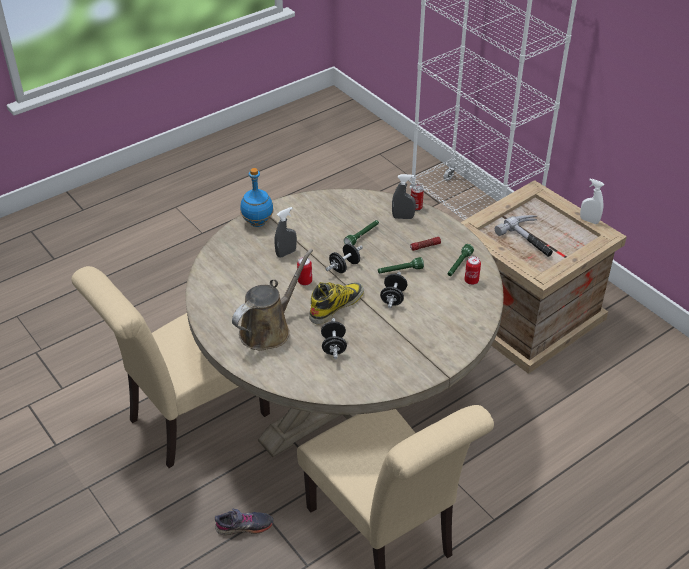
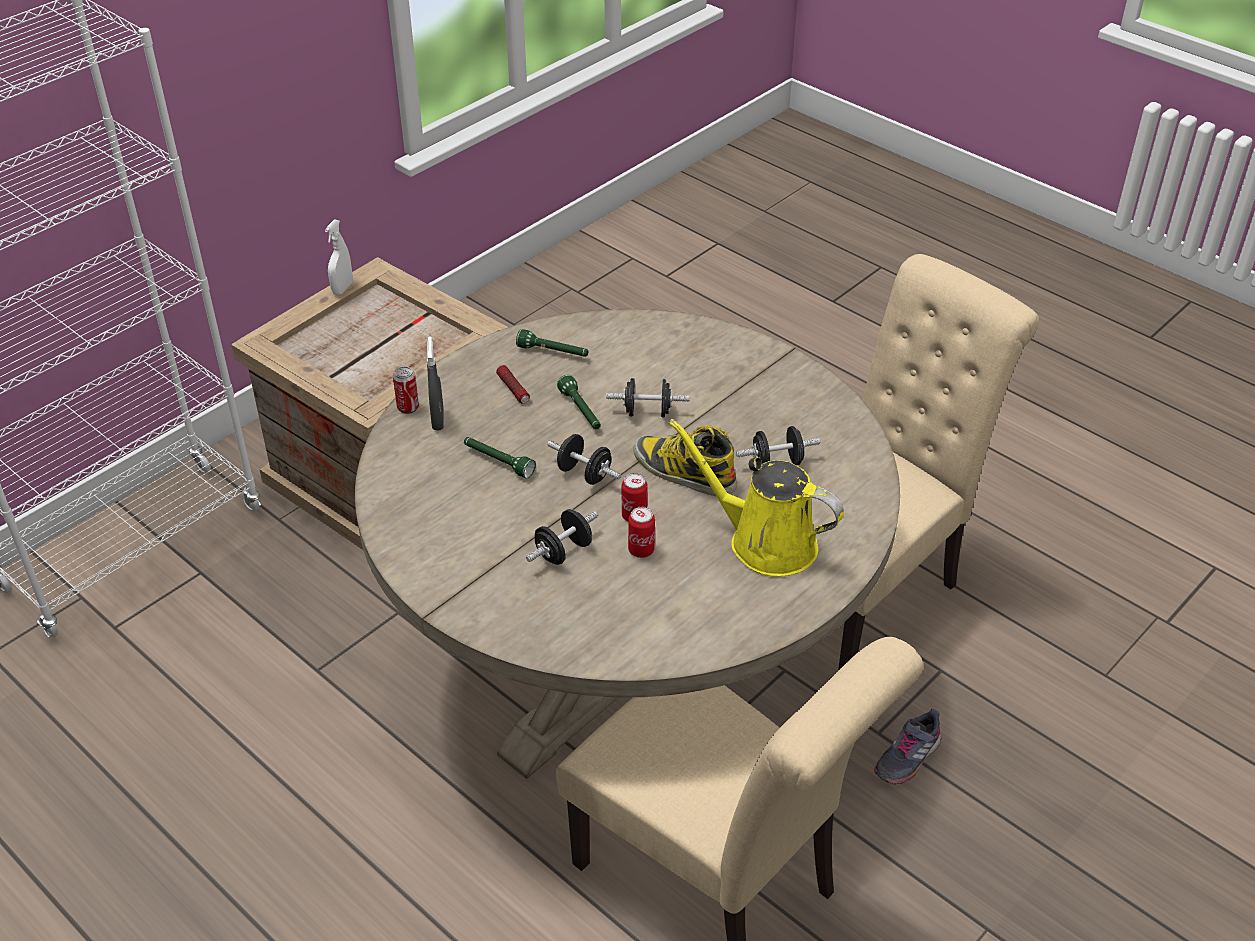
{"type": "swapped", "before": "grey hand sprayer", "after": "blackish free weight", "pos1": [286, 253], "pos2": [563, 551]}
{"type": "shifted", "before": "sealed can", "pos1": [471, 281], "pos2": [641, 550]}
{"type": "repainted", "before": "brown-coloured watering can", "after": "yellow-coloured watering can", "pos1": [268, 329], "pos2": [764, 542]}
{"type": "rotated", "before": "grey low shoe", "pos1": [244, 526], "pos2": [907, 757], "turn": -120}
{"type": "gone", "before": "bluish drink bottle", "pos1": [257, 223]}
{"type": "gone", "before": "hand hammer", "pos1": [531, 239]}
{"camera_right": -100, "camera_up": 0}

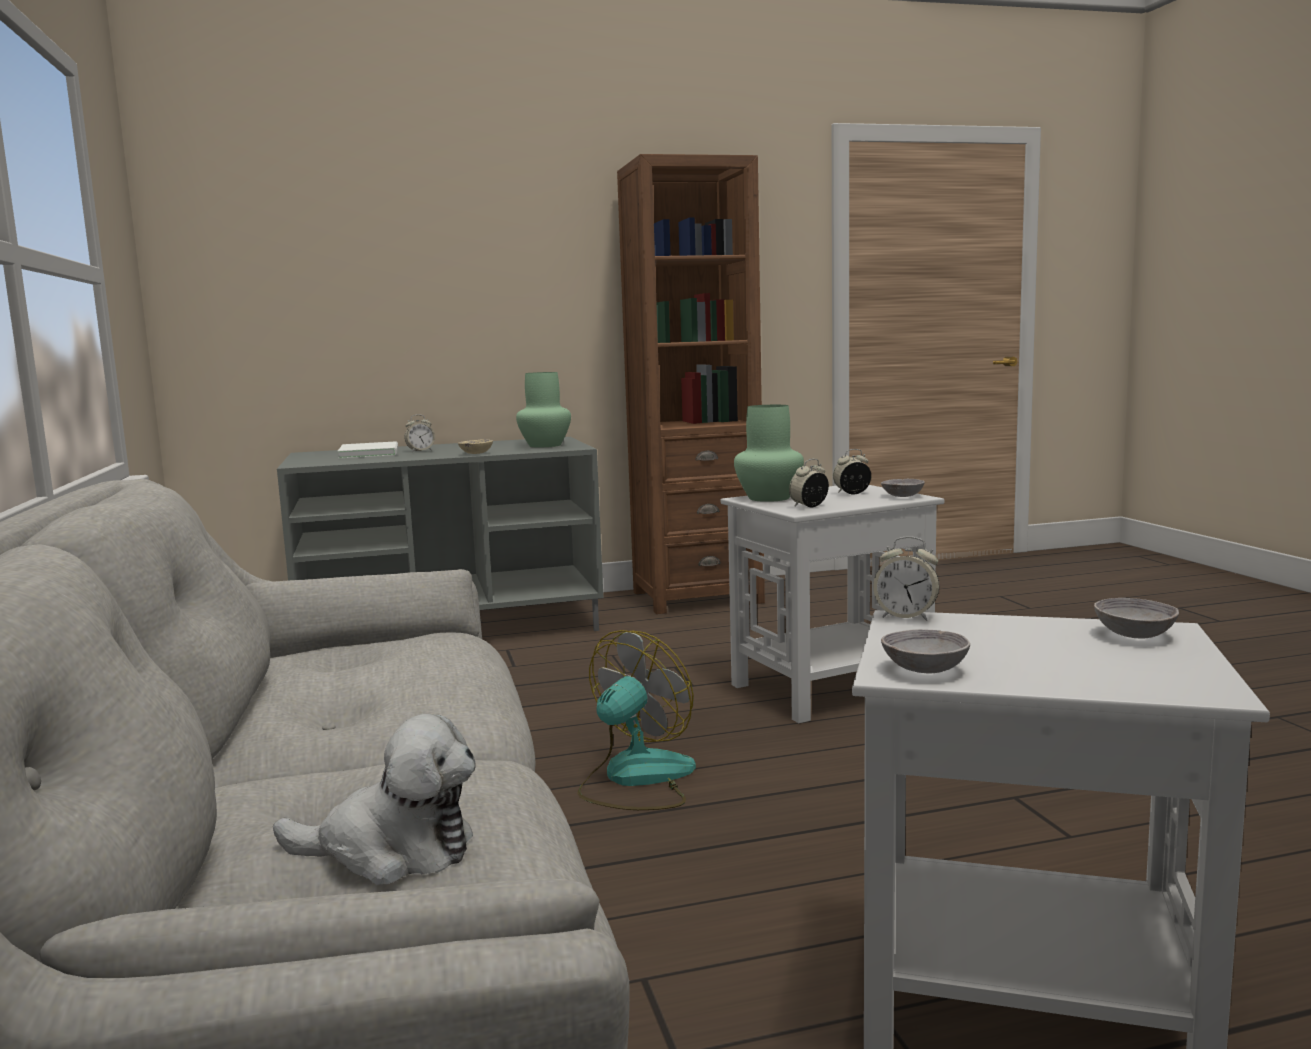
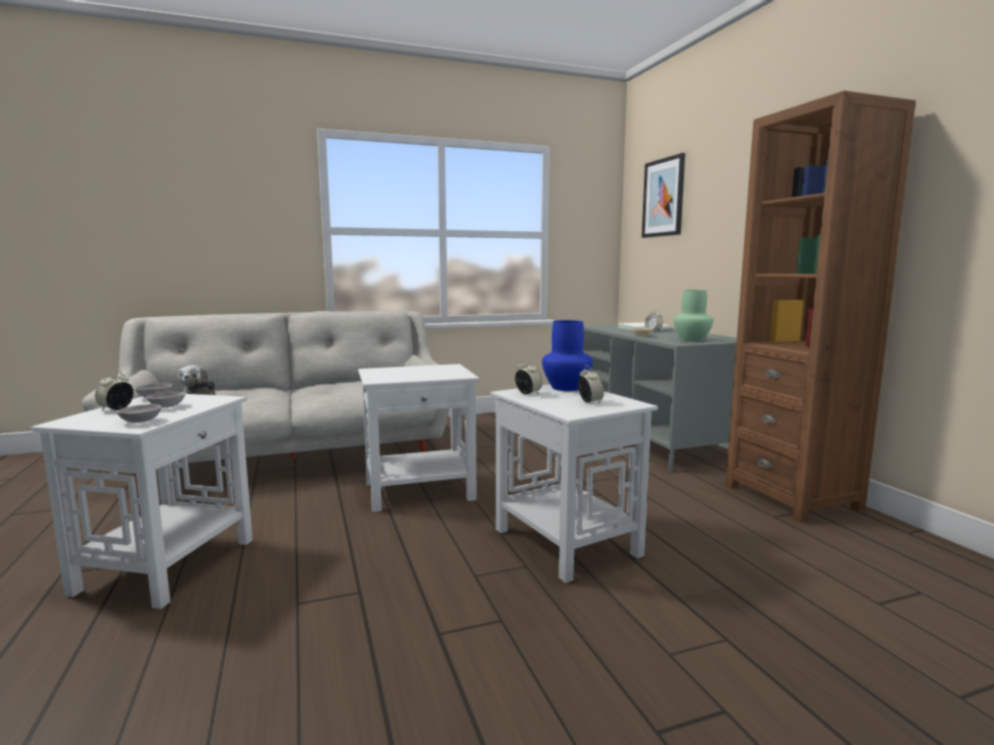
{"type": "shifted", "before": "table clock", "pos1": [906, 617], "pos2": [116, 409]}
{"type": "shifted", "before": "grey serving bowl", "pos1": [902, 496], "pos2": [167, 406]}
{"type": "swapped", "before": "cooling fan", "after": "whitish accent table", "pos1": [635, 779], "pos2": [420, 491]}
{"type": "repainted", "before": "green-coloured flower vase", "after": "bluish flower vase", "pos1": [768, 498], "pos2": [567, 388]}
{"type": "new", "after": "wall art", "pos2": [663, 197]}
{"camera_right": 85, "camera_up": 0}

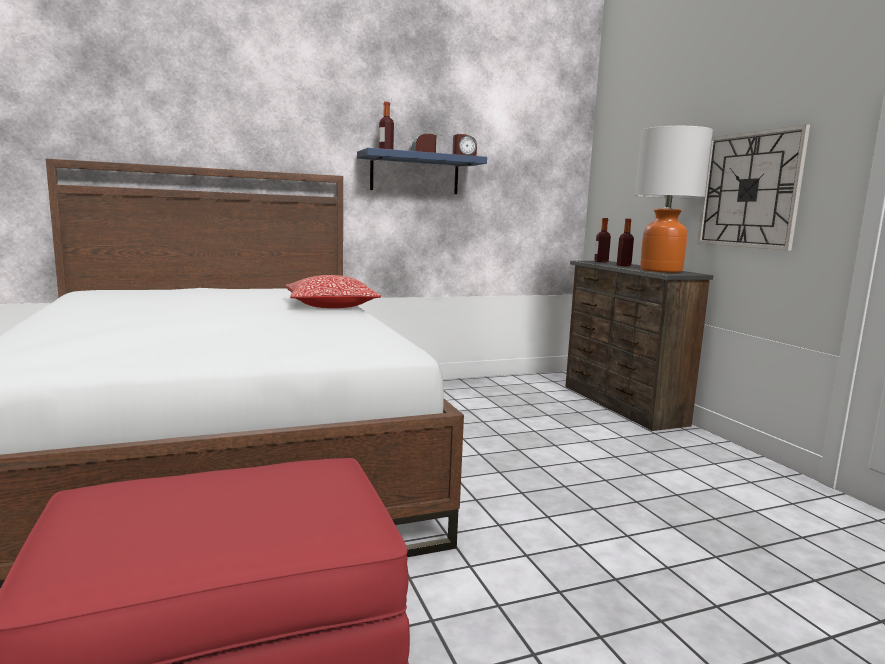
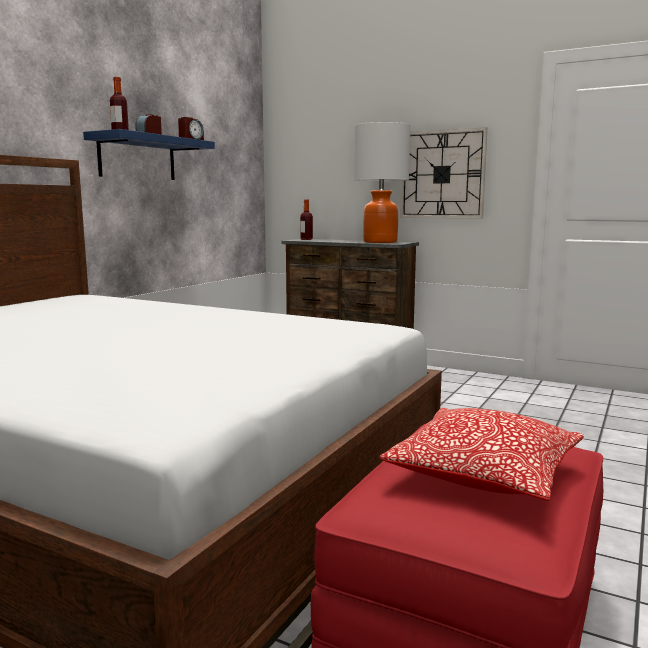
{"type": "shifted", "before": "throw pillow", "pos1": [331, 306], "pos2": [484, 474]}
{"type": "gone", "before": "drink bottle", "pos1": [623, 265]}
{"camera_right": -40, "camera_up": 0}

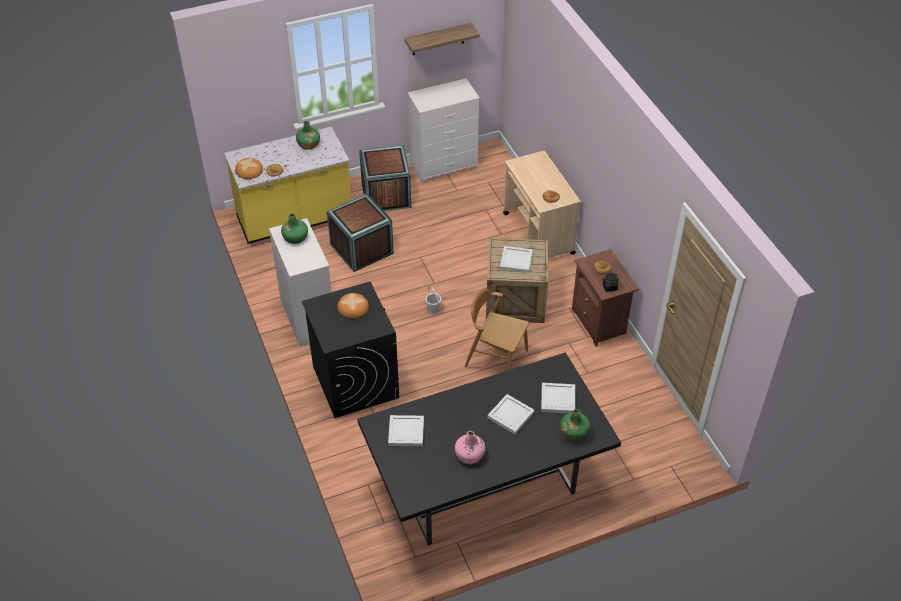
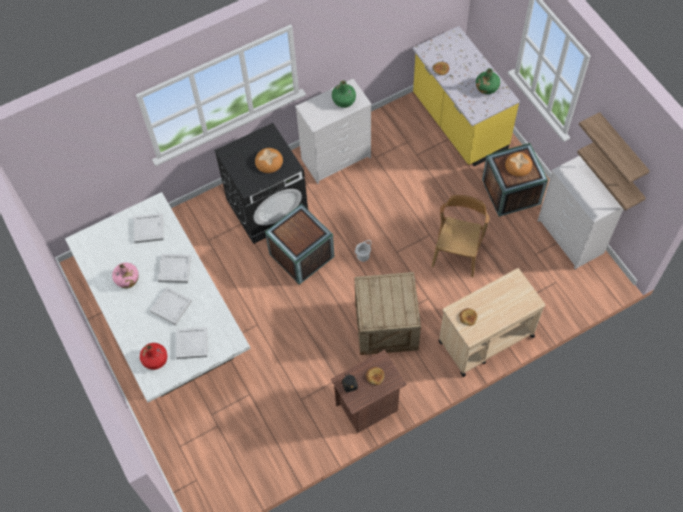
{"type": "repainted", "before": "blackish dinner table", "after": "whitish dinner table", "pos1": [486, 482], "pos2": [169, 324]}
{"type": "repainted", "before": "green-coloured drink bottle", "after": "red-coloured drink bottle", "pos1": [573, 432], "pos2": [155, 359]}
{"type": "shifted", "before": "whitish carrying tray", "pos1": [516, 261], "pos2": [174, 269]}
{"type": "shifted", "before": "crate", "pos1": [361, 249], "pos2": [301, 255]}
{"type": "shifted", "before": "brown-coloured chair", "pos1": [496, 358], "pos2": [457, 252]}
{"type": "shifted", "before": "bakery bread", "pos1": [249, 170], "pos2": [518, 165]}
{"type": "new", "after": "wall shelf", "pos2": [618, 175]}
{"camera_right": 85, "camera_up": 15}

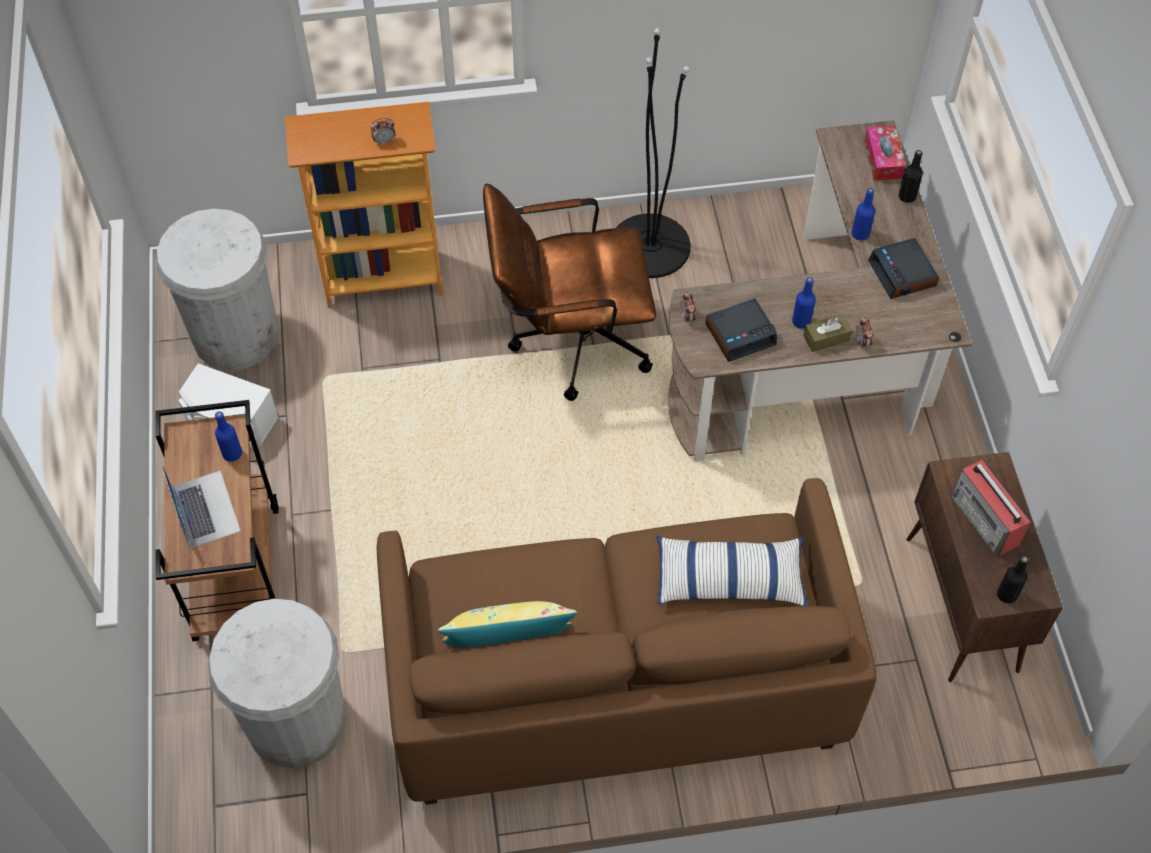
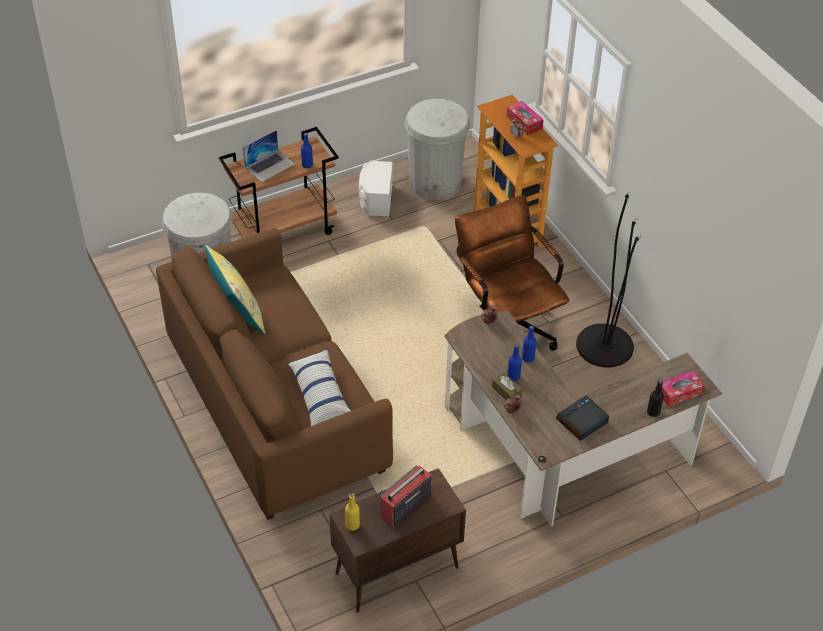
{"type": "repainted", "before": "blackish drink bottle", "after": "yellow-coloured drink bottle", "pos1": [1006, 595], "pos2": [352, 525]}
{"type": "new", "after": "tissue holder", "pos2": [524, 122]}
{"type": "shifted", "before": "bluish drink bottle", "pos1": [860, 234], "pos2": [528, 358]}
{"type": "gone", "before": "table clock", "pos1": [740, 334]}
{"camera_right": 70, "camera_up": -10}

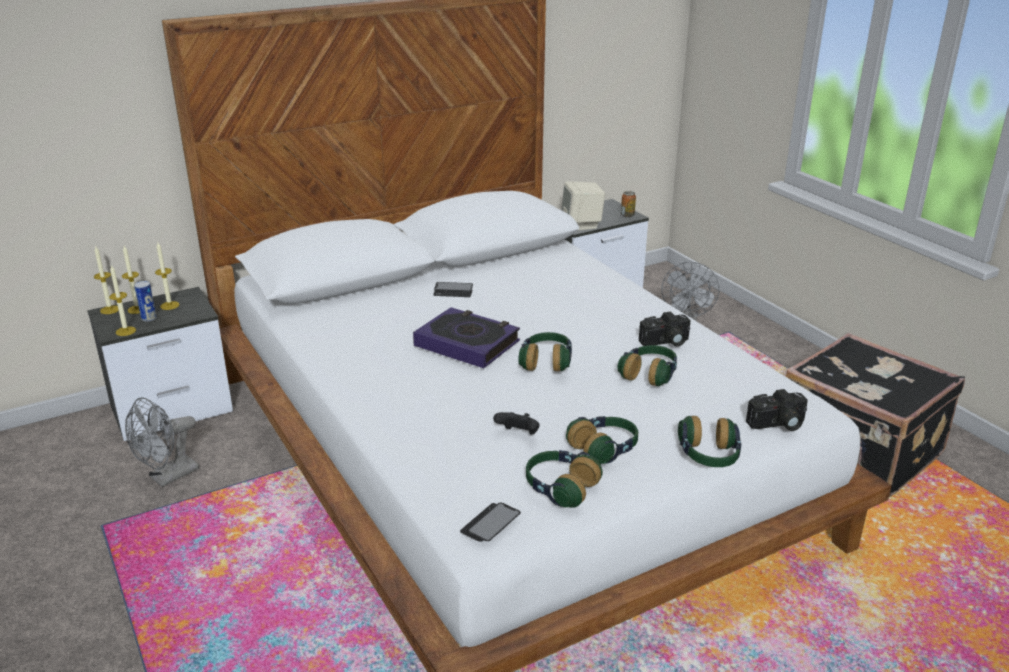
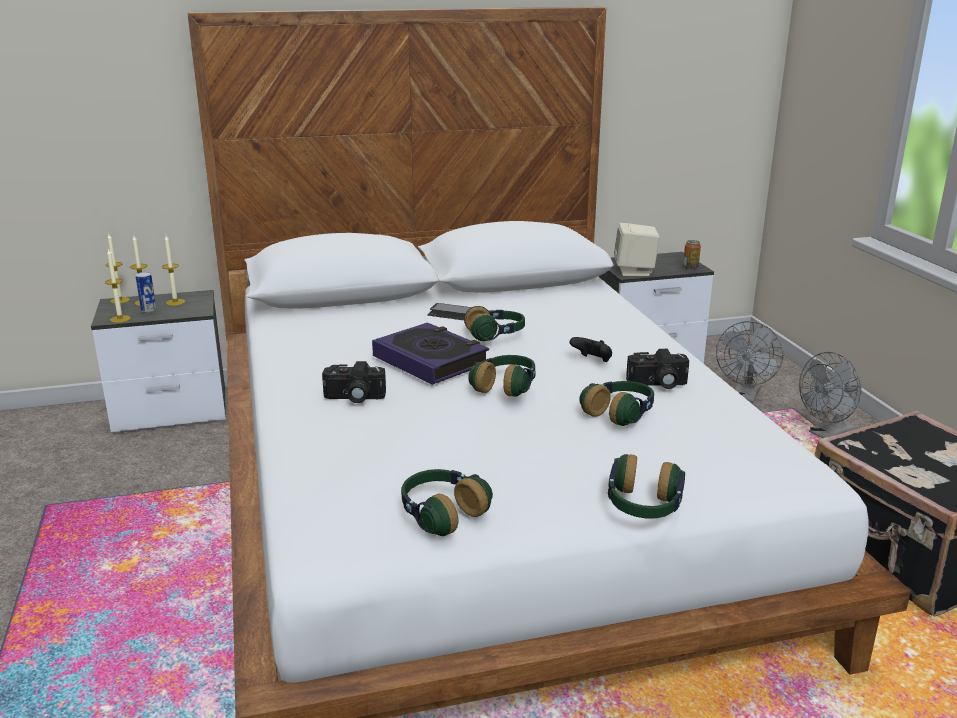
{"type": "shifted", "before": "still camera", "pos1": [777, 424], "pos2": [353, 398]}
{"type": "shifted", "before": "headset", "pos1": [604, 450], "pos2": [495, 335]}
{"type": "shifted", "before": "blackish game controller", "pos1": [518, 435], "pos2": [592, 361]}
{"type": "shifted", "before": "grey cooling fan", "pos1": [168, 477], "pos2": [827, 435]}
{"type": "gone", "before": "telephone", "pos1": [490, 524]}
{"camera_right": 15, "camera_up": -5}

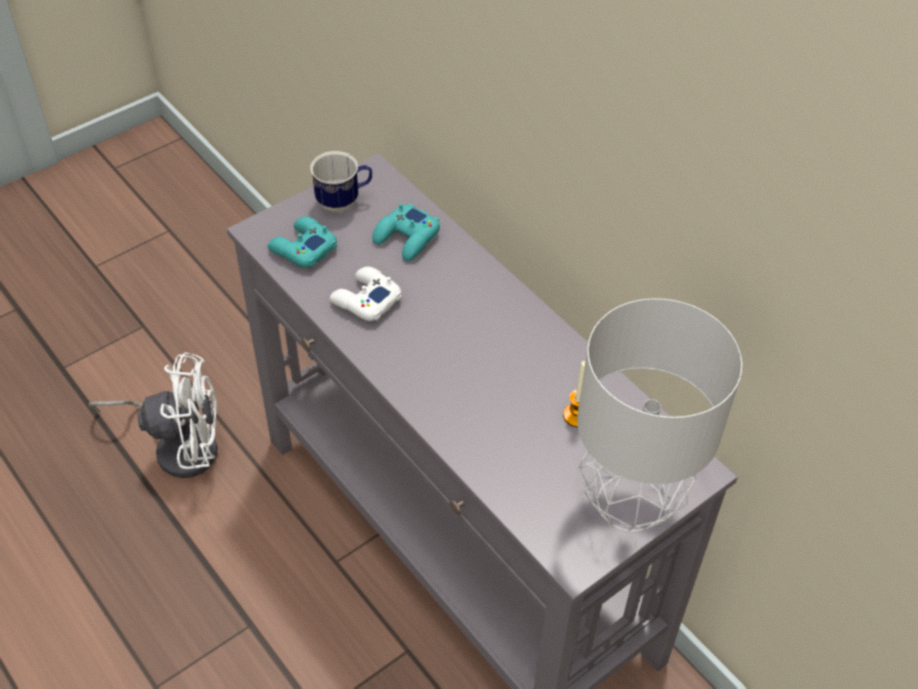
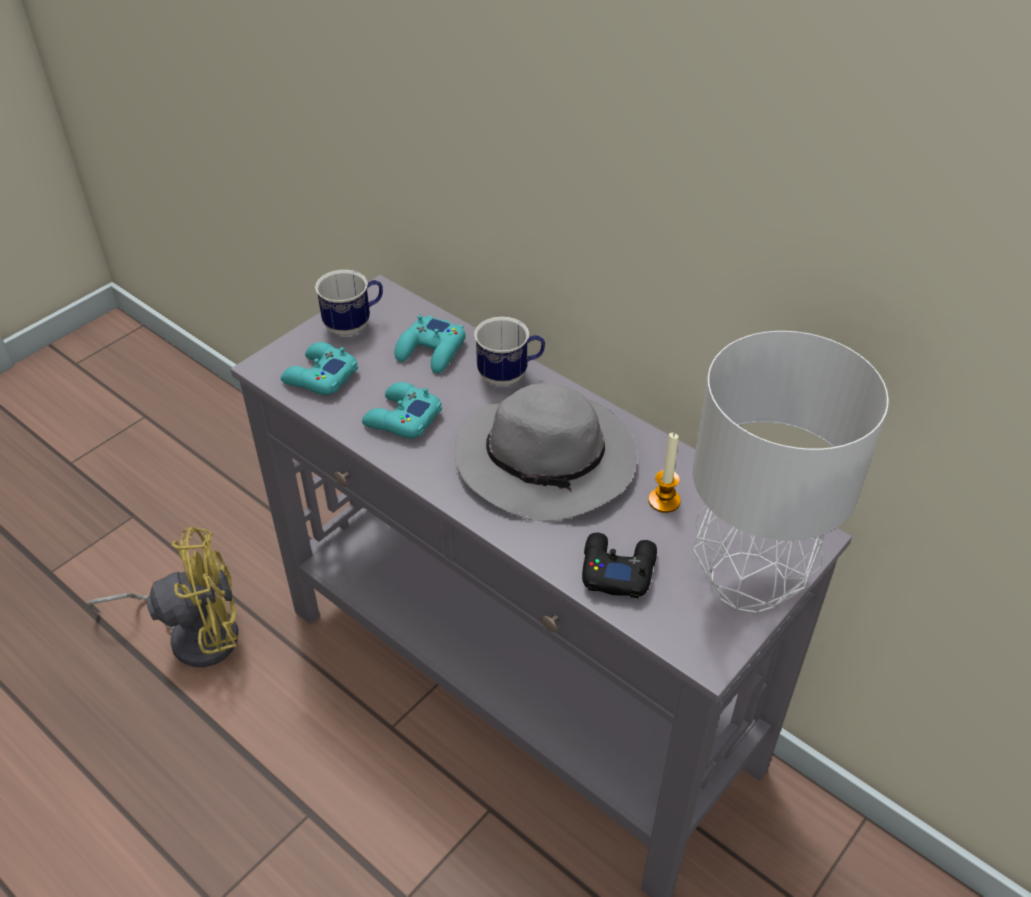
{"type": "repainted", "before": "whitish cooling fan", "after": "yellow-coloured cooling fan", "pos1": [178, 446], "pos2": [194, 633]}
{"type": "repainted", "before": "whitish game controller", "after": "blue-green game controller", "pos1": [365, 300], "pos2": [402, 418]}
{"type": "new", "after": "grey hat", "pos2": [548, 462]}
{"type": "new", "after": "coffee mug", "pos2": [510, 376]}
{"type": "new", "after": "blackish game controller", "pos2": [617, 569]}
{"camera_right": -10, "camera_up": -5}

